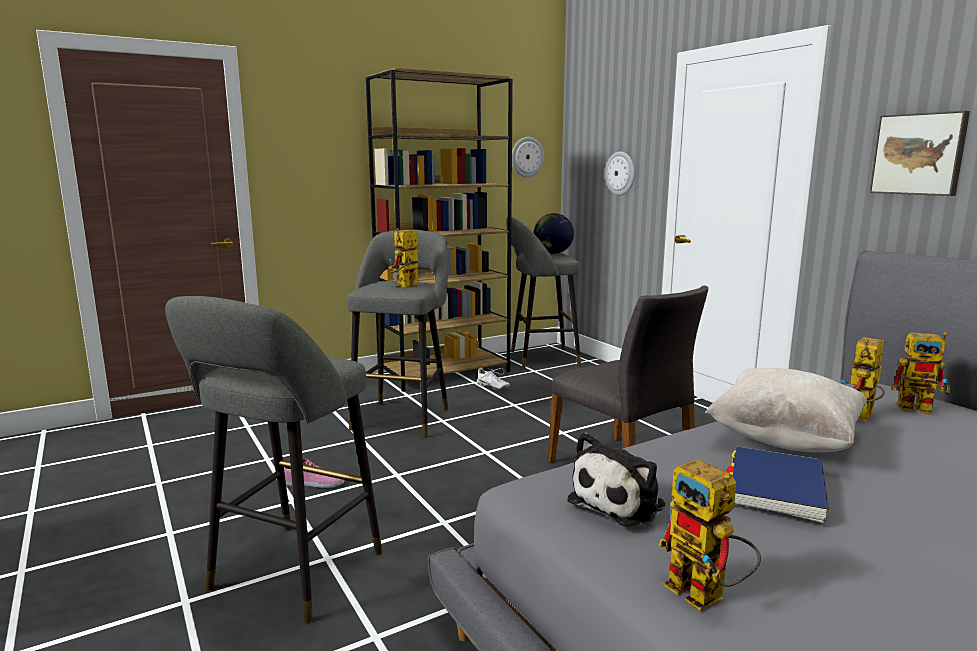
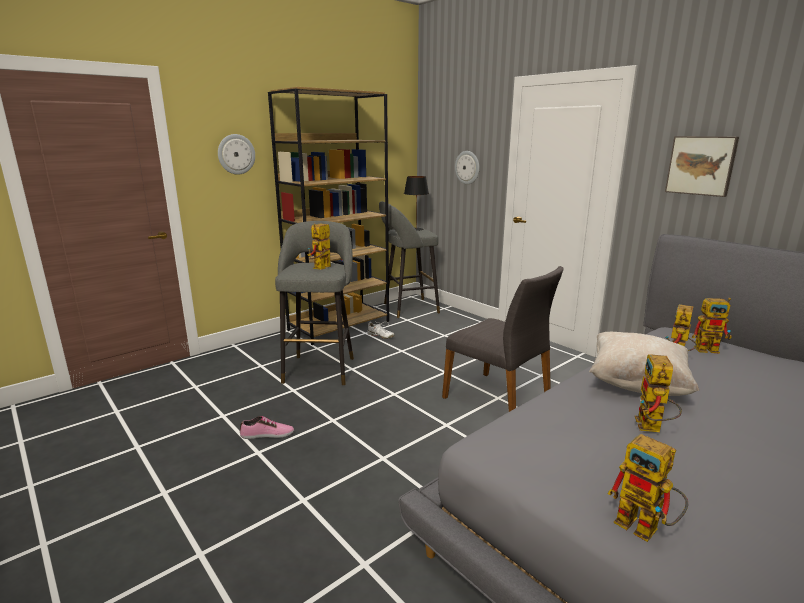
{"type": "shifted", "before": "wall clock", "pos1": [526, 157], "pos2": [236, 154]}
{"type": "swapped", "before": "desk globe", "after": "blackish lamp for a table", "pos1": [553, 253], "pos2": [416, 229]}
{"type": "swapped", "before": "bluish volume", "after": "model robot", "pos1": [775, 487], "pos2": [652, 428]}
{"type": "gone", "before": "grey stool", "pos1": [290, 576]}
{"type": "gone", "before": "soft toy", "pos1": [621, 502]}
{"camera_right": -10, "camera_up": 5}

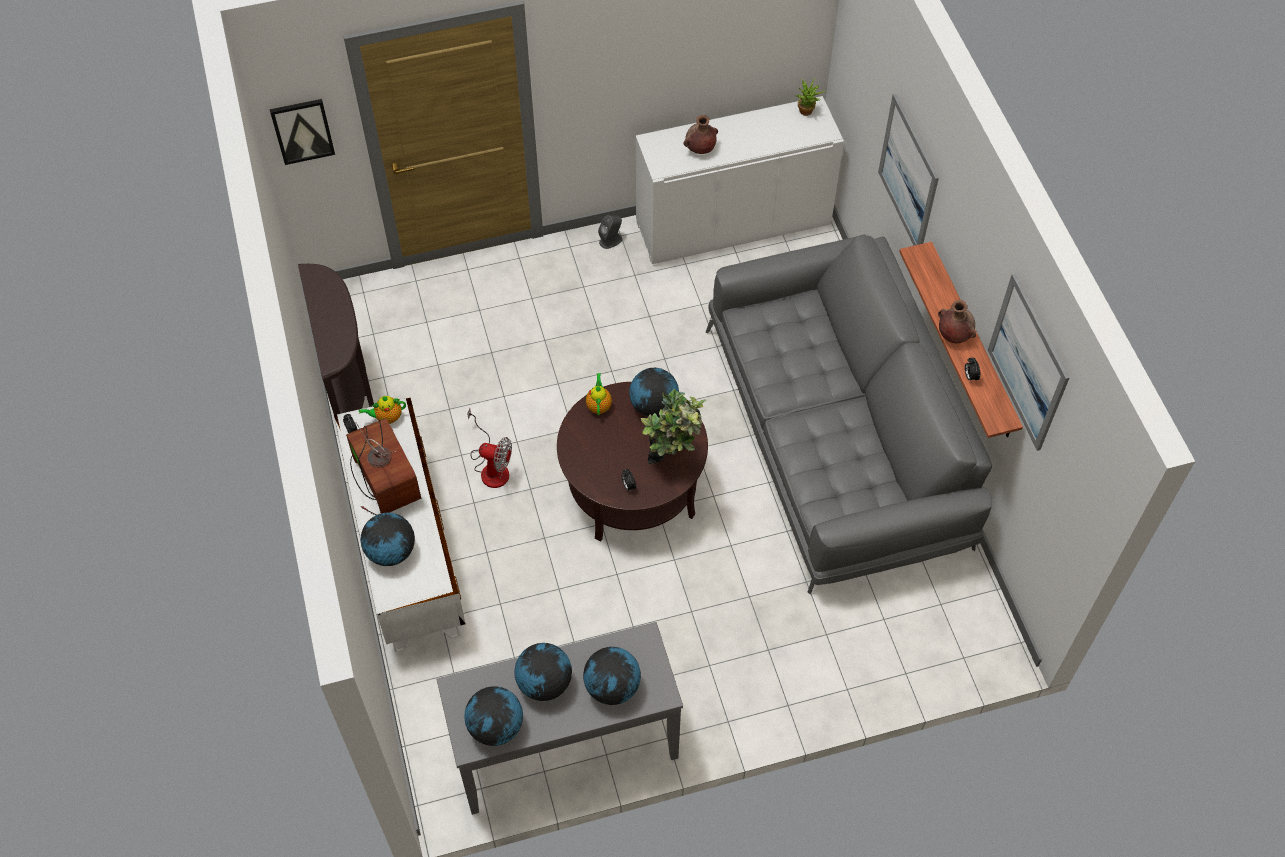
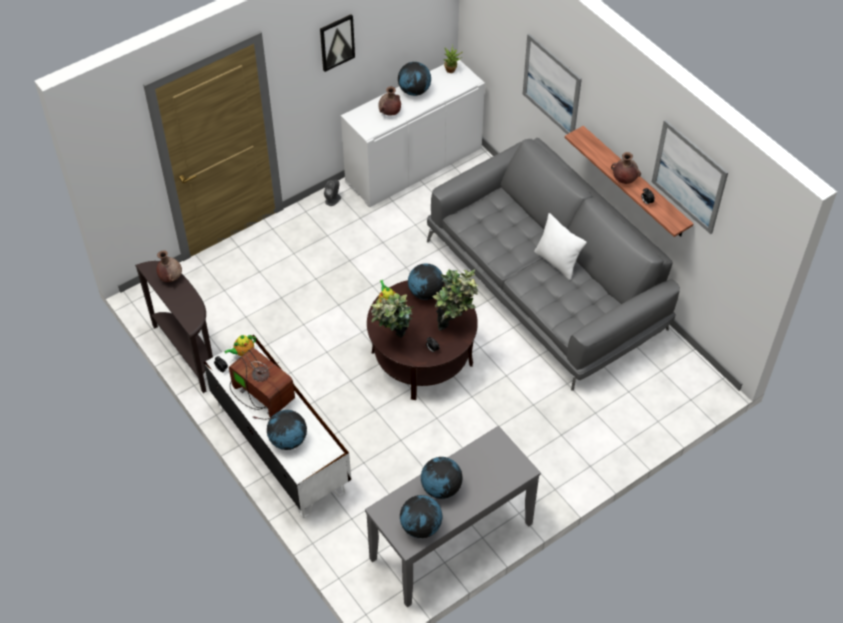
{"type": "new", "after": "brown-coloured flower vase", "pos2": [170, 277]}
{"type": "shifted", "before": "wall art", "pos1": [302, 130], "pos2": [336, 42]}
{"type": "new", "after": "potted plant", "pos2": [393, 341]}
{"type": "shifted", "before": "desk globe", "pos1": [612, 687], "pos2": [414, 91]}
{"type": "new", "after": "whitish throw pillow", "pos2": [557, 262]}
{"type": "gone", "before": "cooling fan", "pos1": [491, 467]}
{"camera_right": -20, "camera_up": -5}

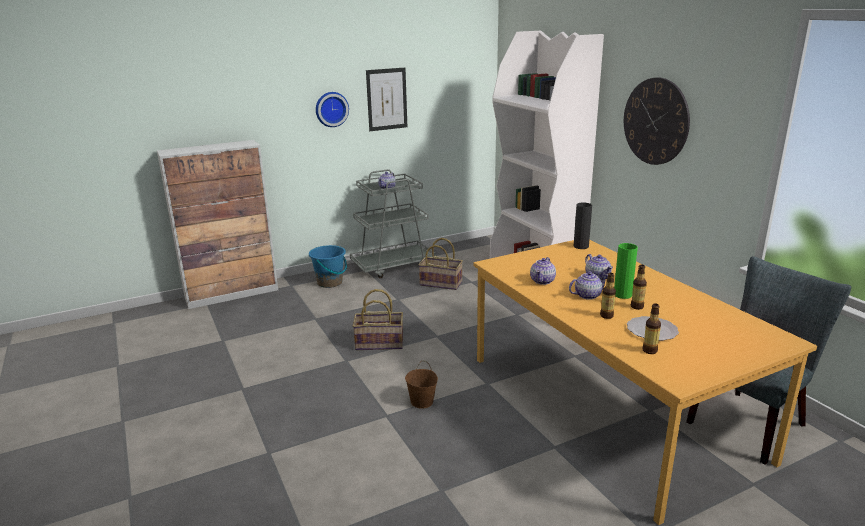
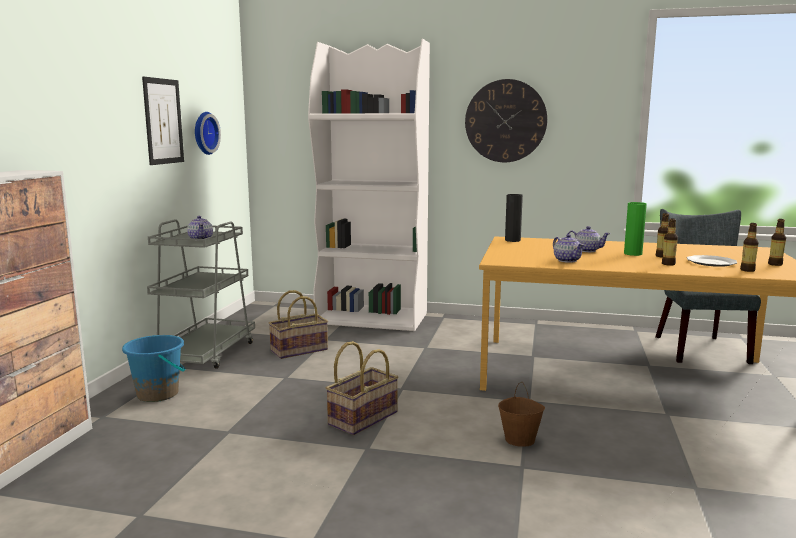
{"type": "shifted", "before": "wall clock", "pos1": [331, 109], "pos2": [204, 133]}
{"type": "new", "after": "drink bottle", "pos2": [775, 264]}
{"type": "gone", "before": "pot for tea", "pos1": [587, 295]}
{"camera_right": -50, "camera_up": -10}

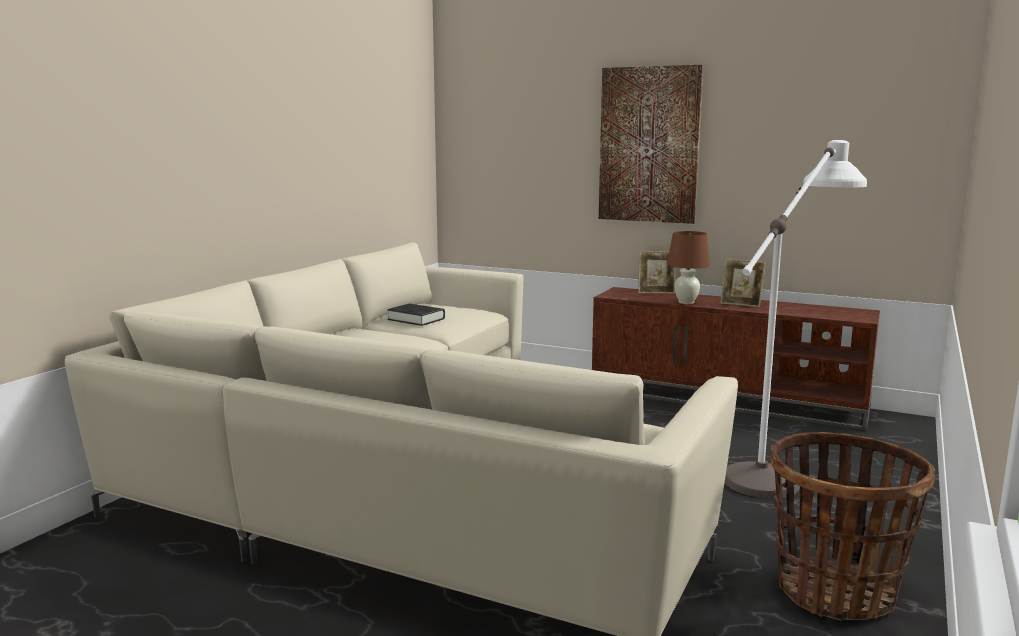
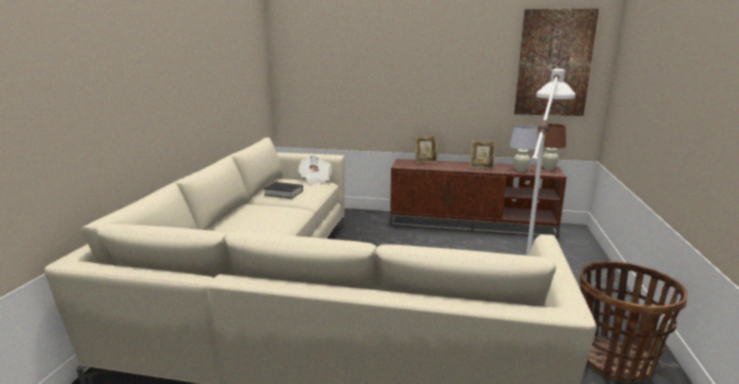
{"type": "new", "after": "printed paper", "pos2": [315, 179]}
{"type": "new", "after": "whitish lamp for a table", "pos2": [520, 170]}
{"type": "shifted", "before": "wall art", "pos1": [649, 145], "pos2": [554, 63]}
{"type": "shifted", "before": "brown-coloured lamp for a table", "pos1": [686, 302], "pos2": [548, 168]}
{"camera_right": -15, "camera_up": 5}

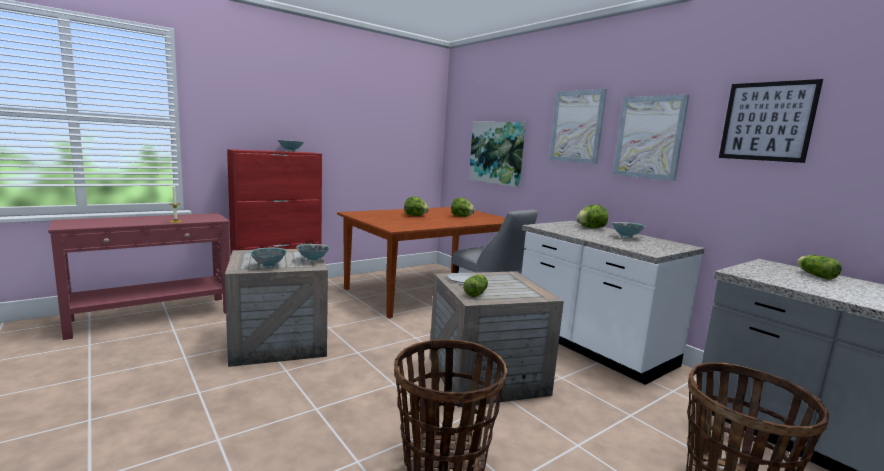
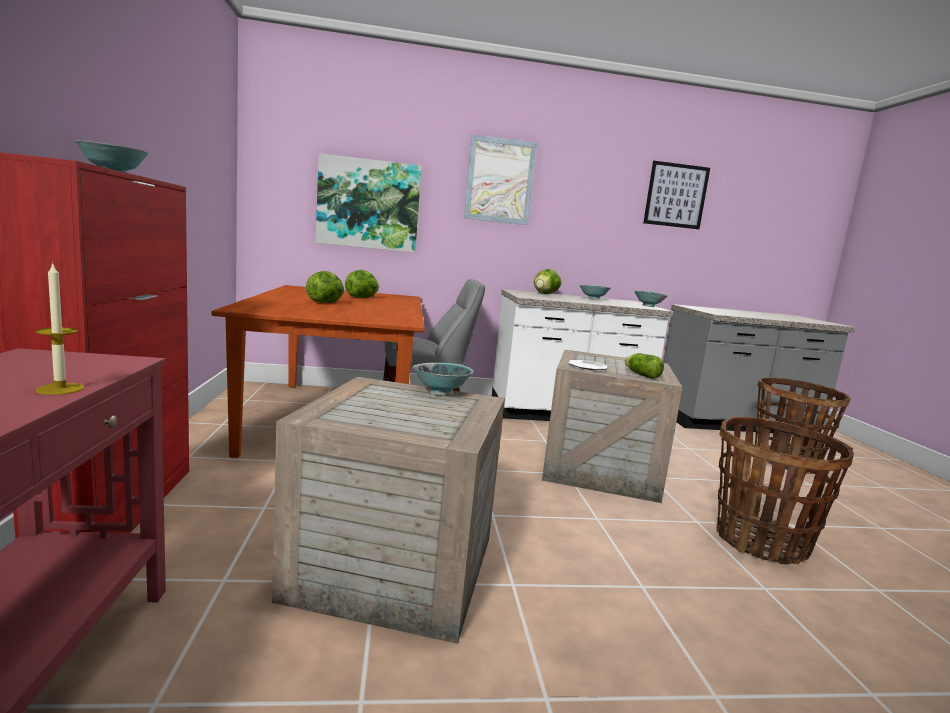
{"type": "shifted", "before": "serving bowl", "pos1": [269, 266], "pos2": [648, 306]}
{"type": "gone", "before": "wall art", "pos1": [649, 137]}
{"type": "gone", "before": "lettuce head", "pos1": [814, 275]}
{"camera_right": -60, "camera_up": 0}

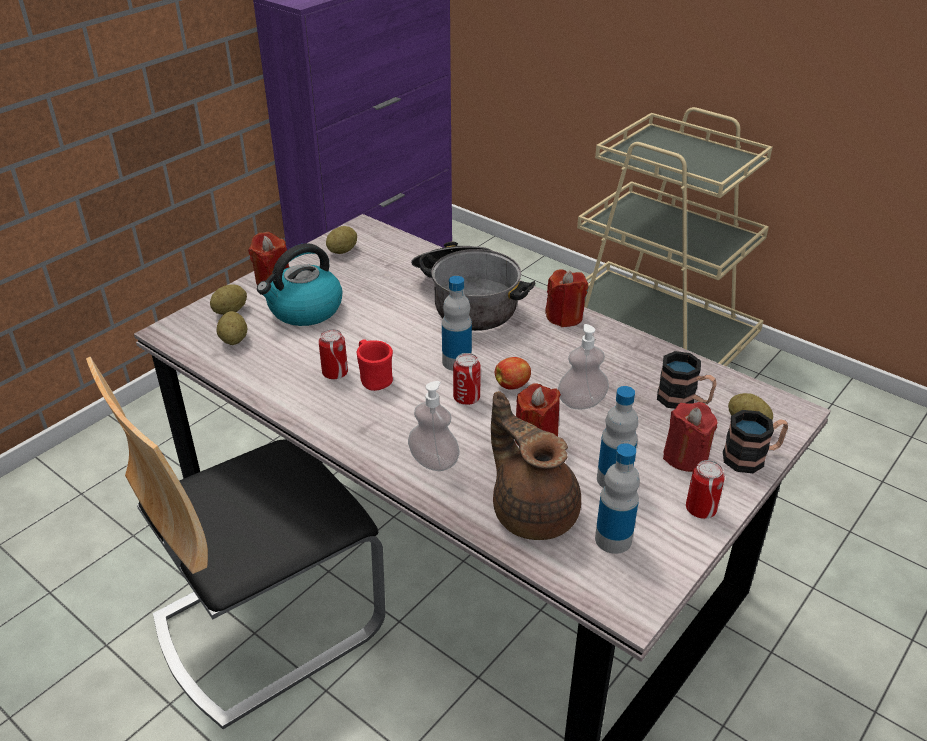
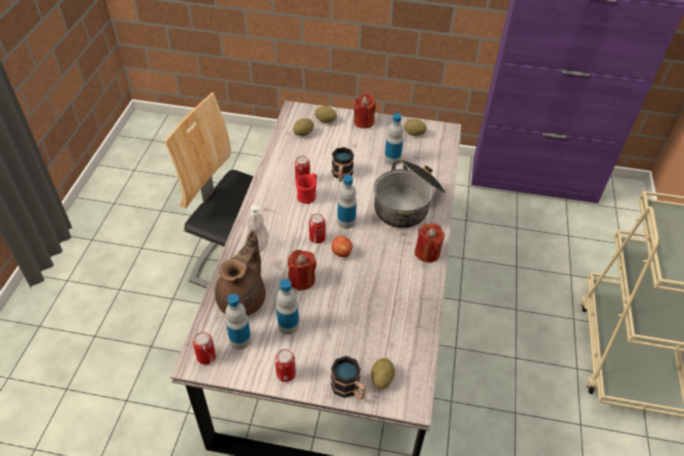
{"type": "new", "after": "sealed can", "pos2": [206, 357]}
{"type": "shifted", "before": "coffee mug", "pos1": [683, 400], "pos2": [341, 175]}
{"type": "new", "after": "drink bottle", "pos2": [392, 159]}
{"type": "gone", "before": "tea kettle", "pos1": [304, 310]}
{"type": "gone", "before": "soap dispenser", "pos1": [581, 402]}
{"type": "gone", "before": "red-coloured candle", "pos1": [685, 456]}
{"camera_right": 60, "camera_up": 10}

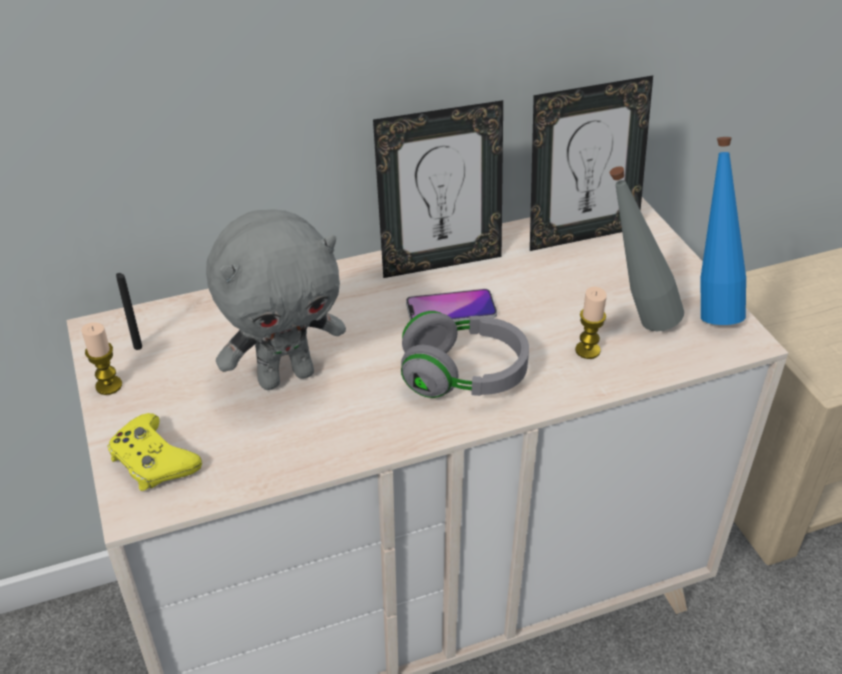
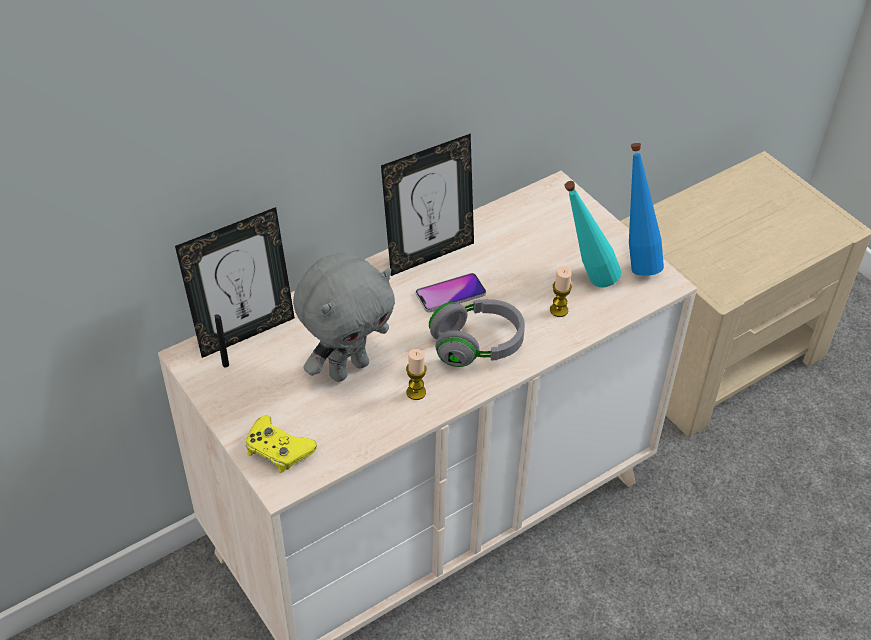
{"type": "shifted", "before": "picture frame", "pos1": [580, 234], "pos2": [245, 332]}
{"type": "shifted", "before": "candle", "pos1": [109, 385], "pos2": [416, 392]}
{"type": "repainted", "before": "grey drink bottle", "after": "blue-green drink bottle", "pos1": [634, 320], "pos2": [585, 280]}
{"camera_right": -15, "camera_up": 5}

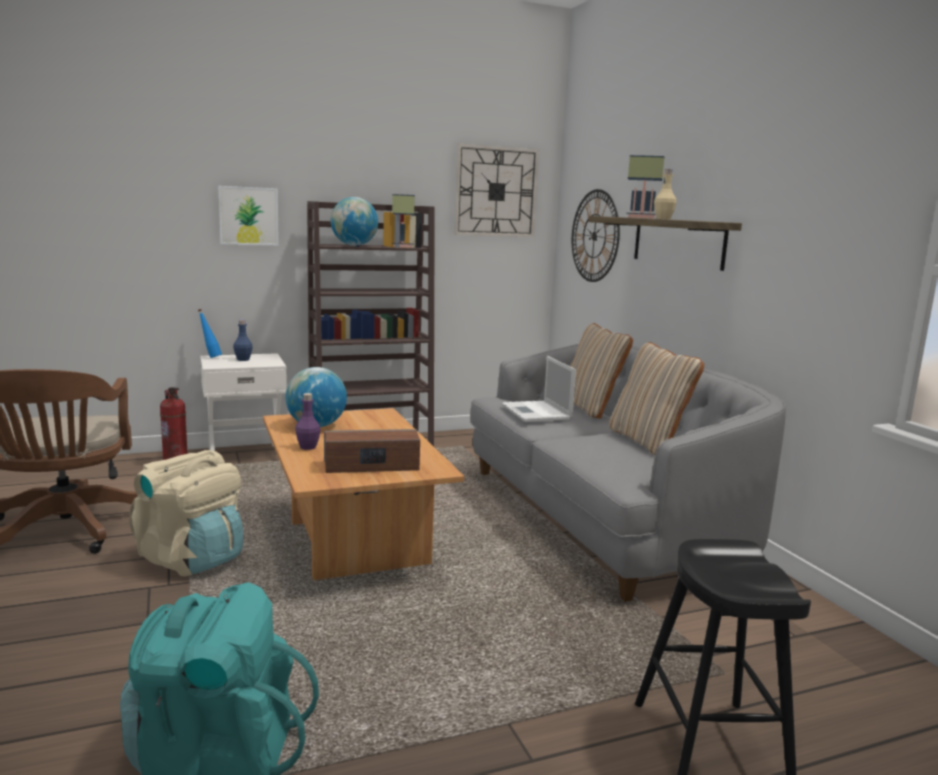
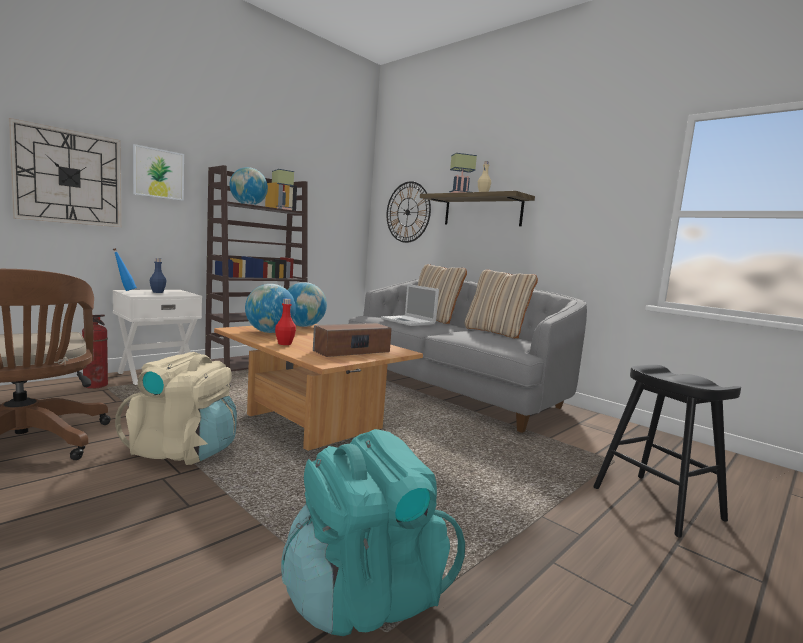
{"type": "shifted", "before": "wall clock", "pos1": [496, 192], "pos2": [69, 177]}
{"type": "repainted", "before": "purple drink bottle", "after": "red-coloured drink bottle", "pos1": [308, 447], "pos2": [285, 344]}
{"type": "new", "after": "desk globe", "pos2": [303, 326]}
{"camera_right": -25, "camera_up": -5}

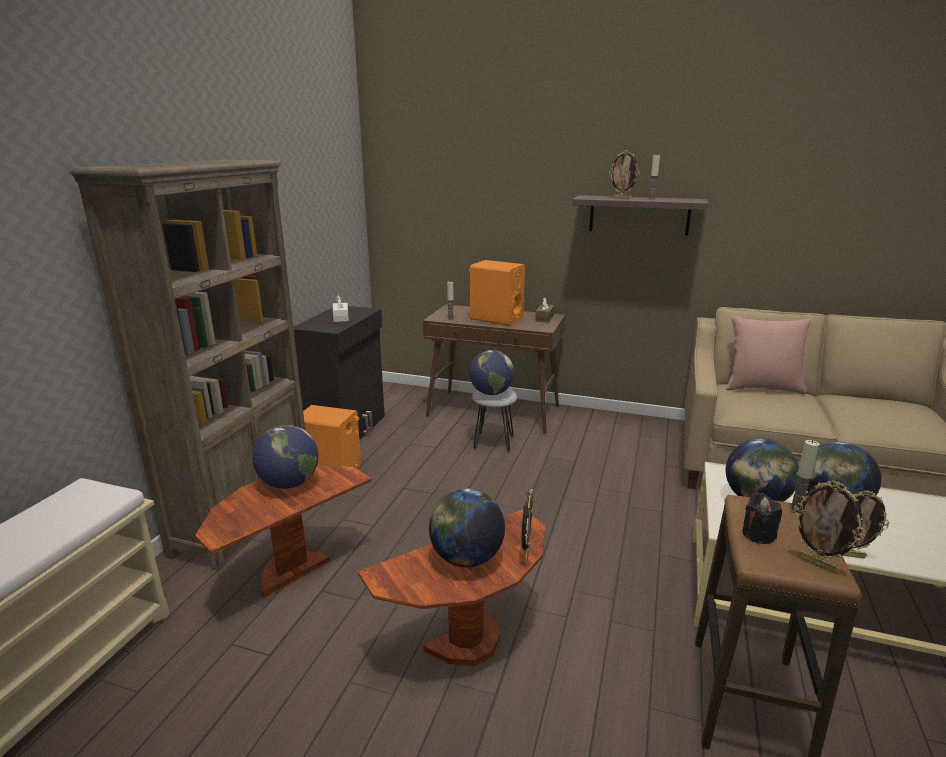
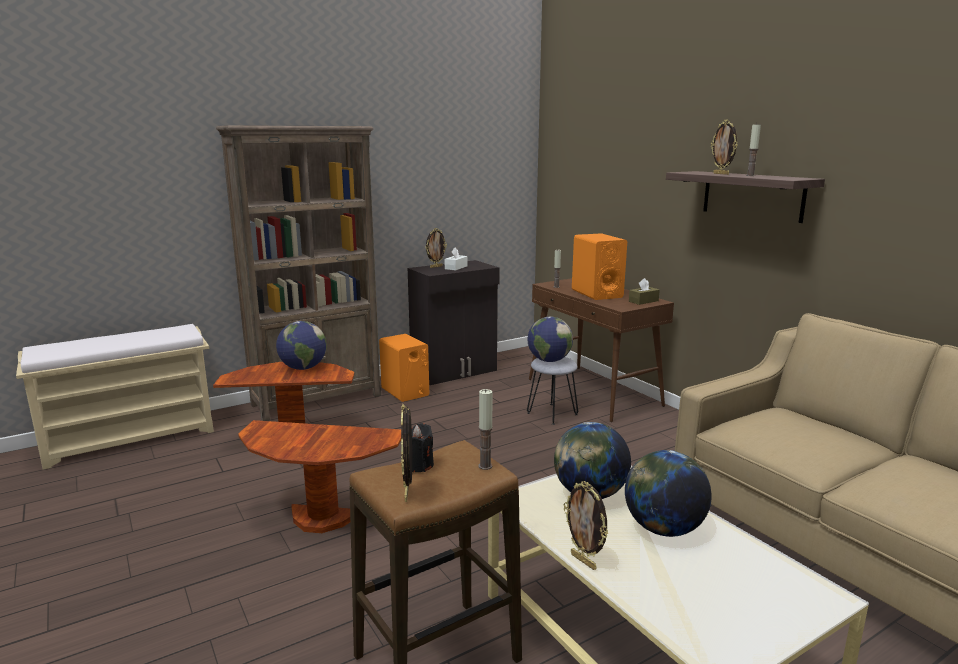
{"type": "shifted", "before": "picture frame", "pos1": [526, 554], "pos2": [436, 267]}
{"type": "gone", "before": "desk globe", "pos1": [466, 558]}
{"type": "gone", "before": "pink throw pillow", "pos1": [762, 388]}
{"camera_right": 40, "camera_up": -5}

